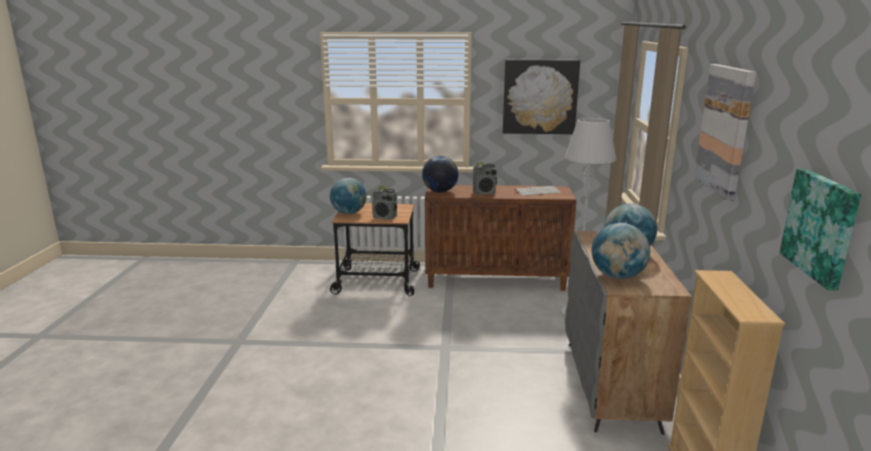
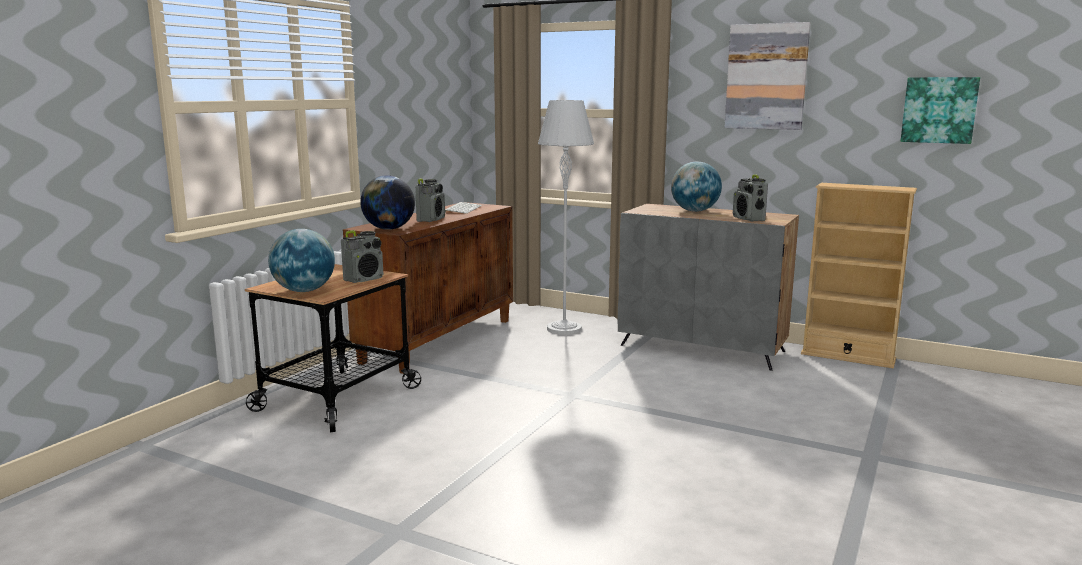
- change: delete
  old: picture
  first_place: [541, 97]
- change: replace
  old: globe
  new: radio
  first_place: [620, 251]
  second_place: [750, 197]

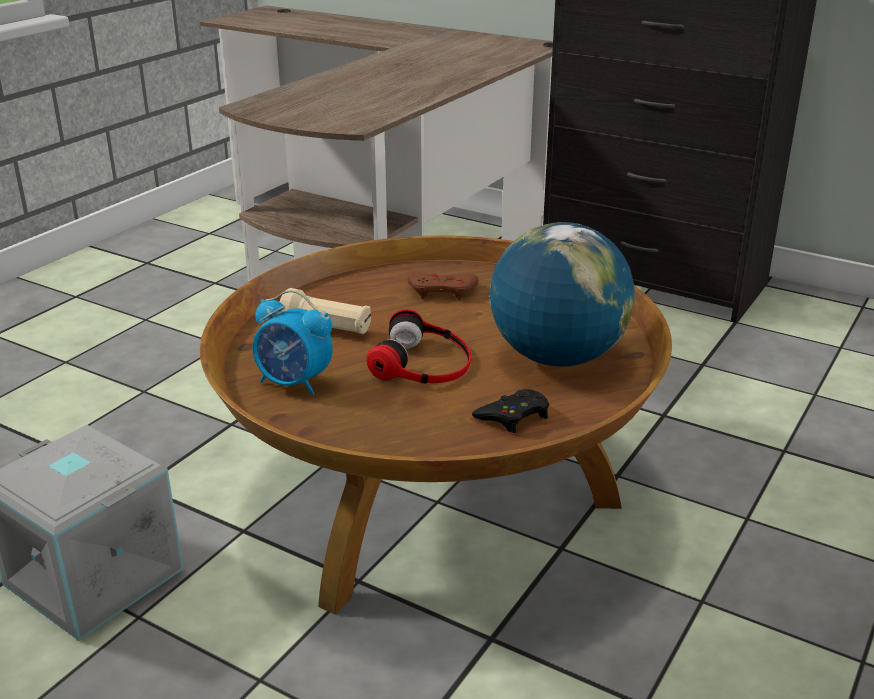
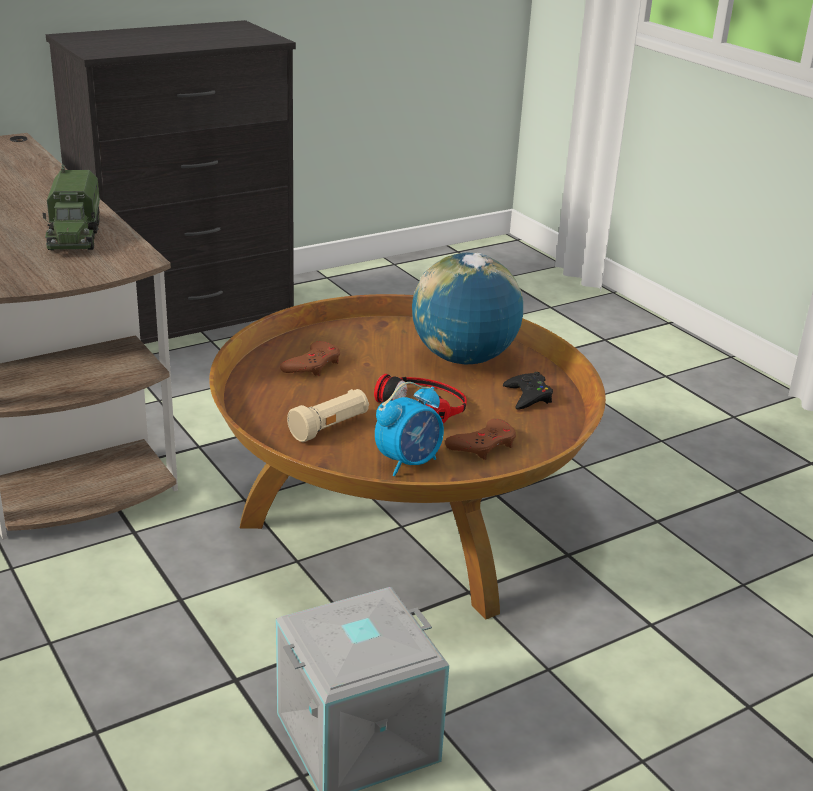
- change: insert
  new: toy truck
  second_place: [71, 207]
- change: insert
  new: brown game controller
  second_place: [480, 439]

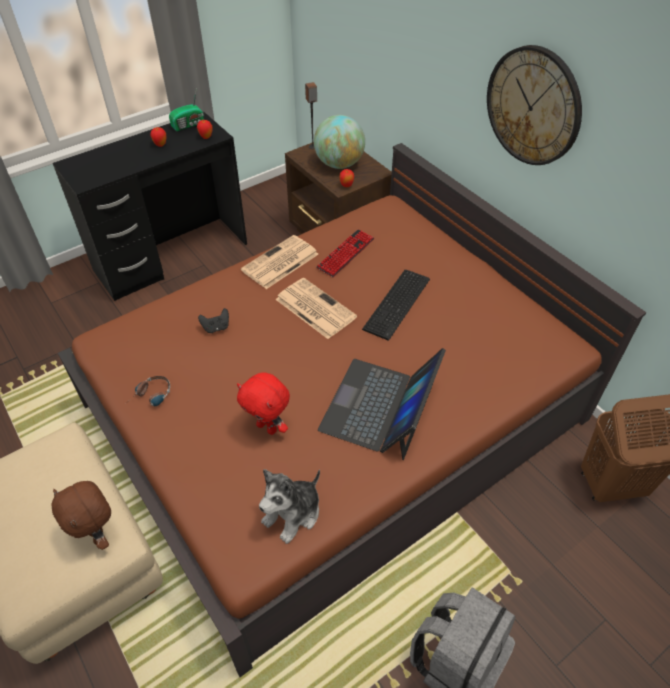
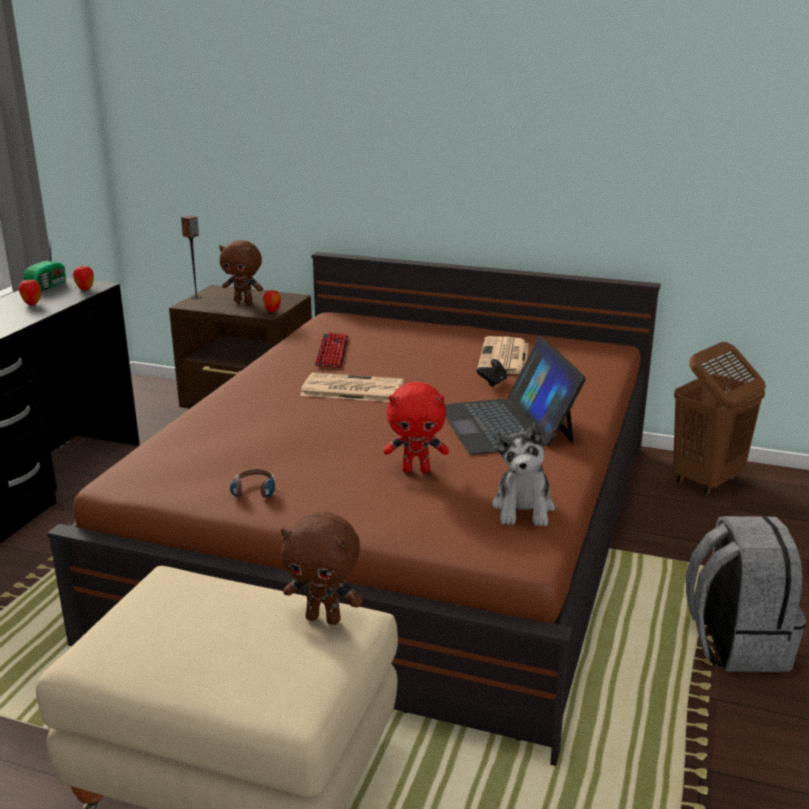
- change: move
  old: black game controller
  first_place: [213, 320]
  second_place: [492, 373]
- change: move
  old: newspaper
  first_place: [279, 262]
  second_place: [503, 355]
- change: replace
  old: globe
  new: brown plush toy
  first_place: [339, 142]
  second_place: [241, 271]
- change: delete
  old: keyboard
  first_place: [396, 305]
- change: delete
  old: wall clock
  first_place: [534, 105]

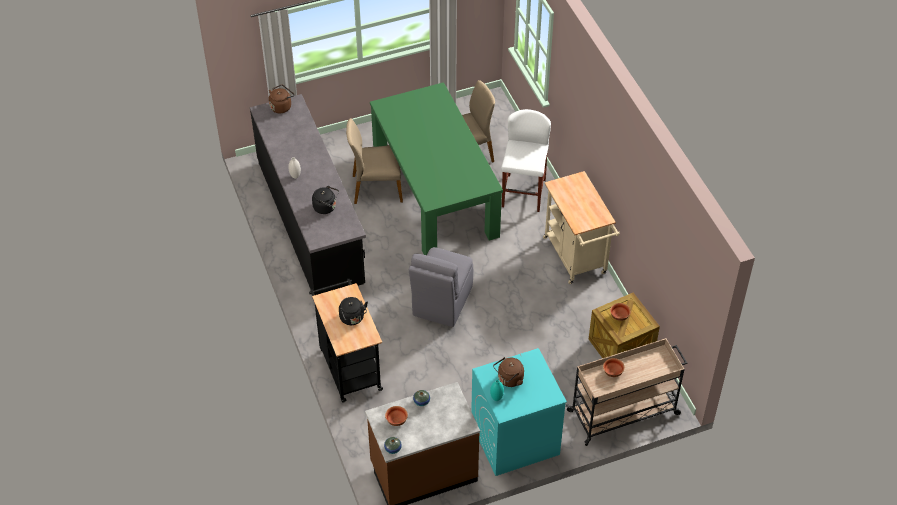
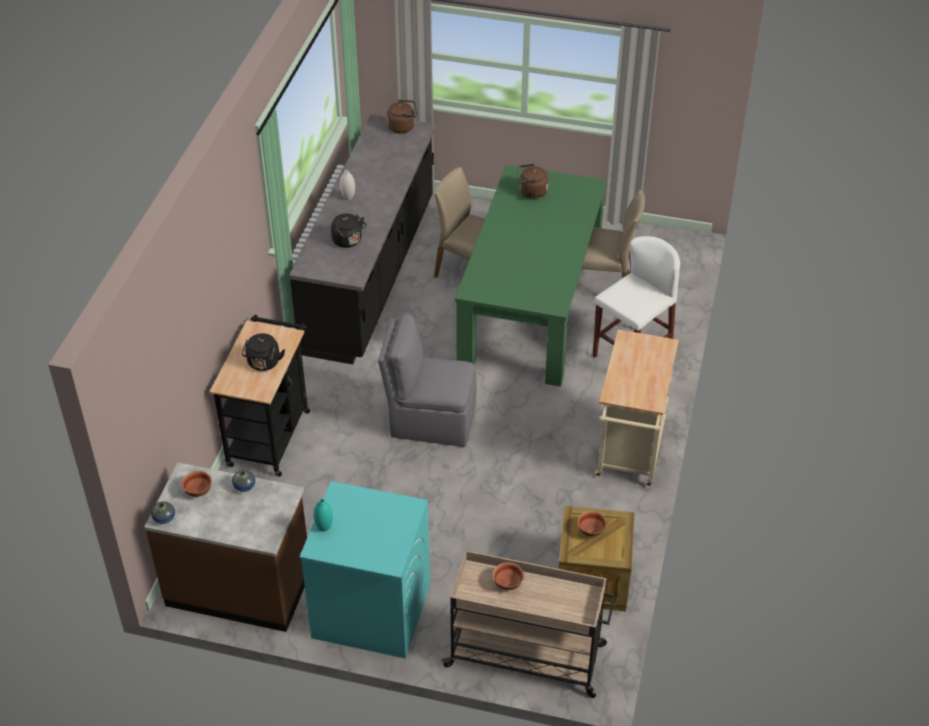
- change: rotate
  old: grey chair
  first_place: [441, 287]
  second_place: [427, 380]
  degrees: 45
- change: move
  old: brown kettle
  first_place: [508, 372]
  second_place: [533, 181]

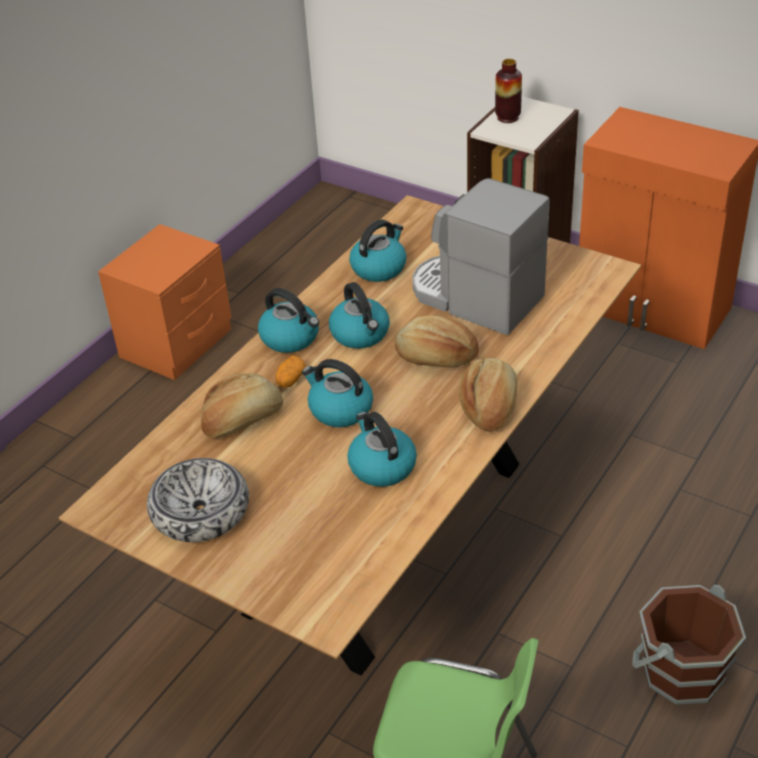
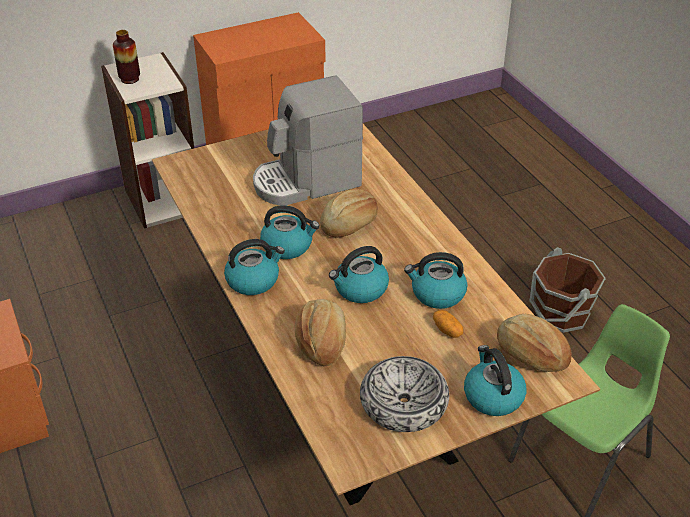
- change: move
  old: potato
  first_place: [291, 371]
  second_place: [448, 324]
- change: move
  old: kettle
  first_place: [378, 251]
  second_place: [495, 380]
- change: move
  old: bread
  first_place: [488, 395]
  second_place: [534, 343]

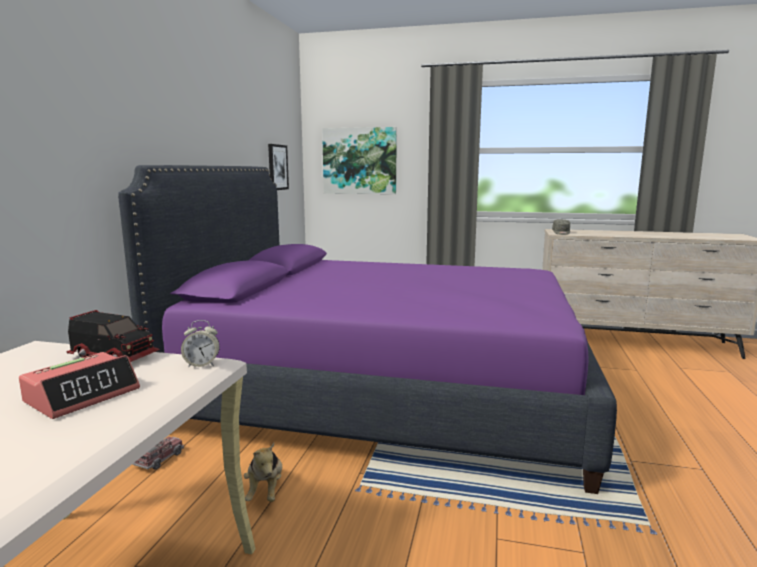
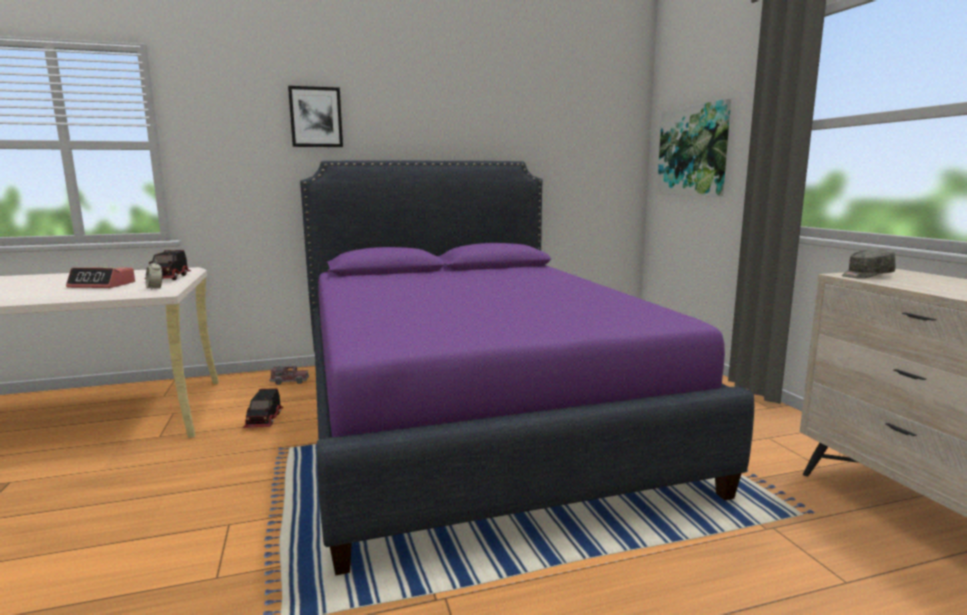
- change: replace
  old: plush toy
  new: toy truck
  first_place: [263, 472]
  second_place: [262, 408]
- change: move
  old: picture
  first_place: [278, 167]
  second_place: [315, 116]

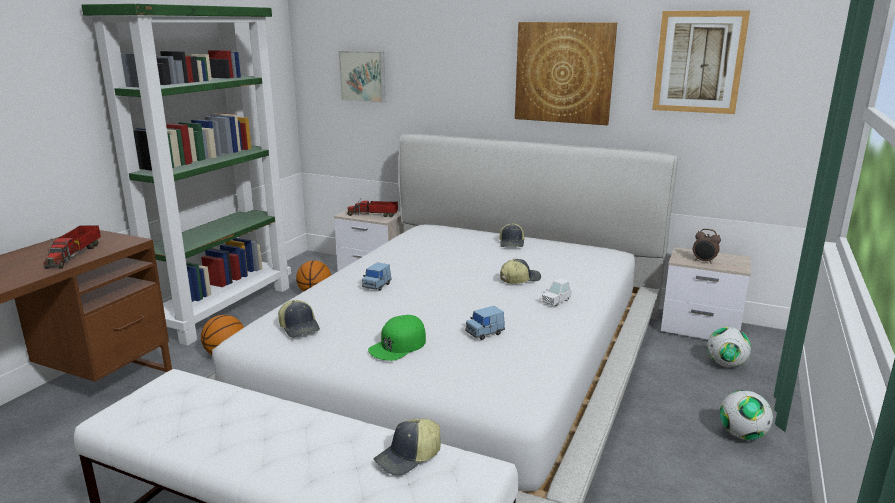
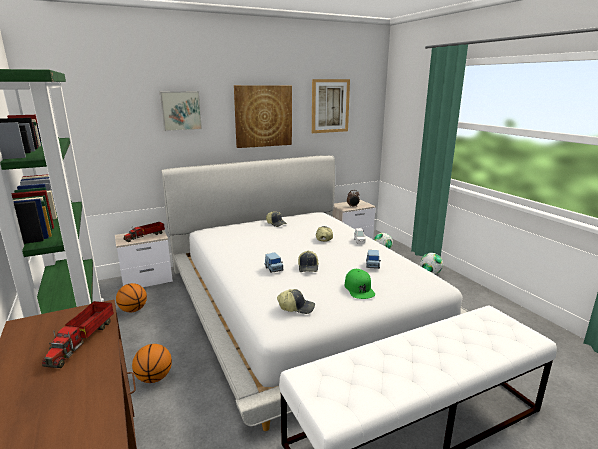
- change: rotate
  old: toy truck
  first_place: [72, 247]
  second_place: [78, 334]
  degrees: 60
- change: move
  old: picture
  first_place: [362, 77]
  second_place: [181, 111]
- change: move
  old: cap
  first_place: [407, 447]
  second_place: [308, 261]

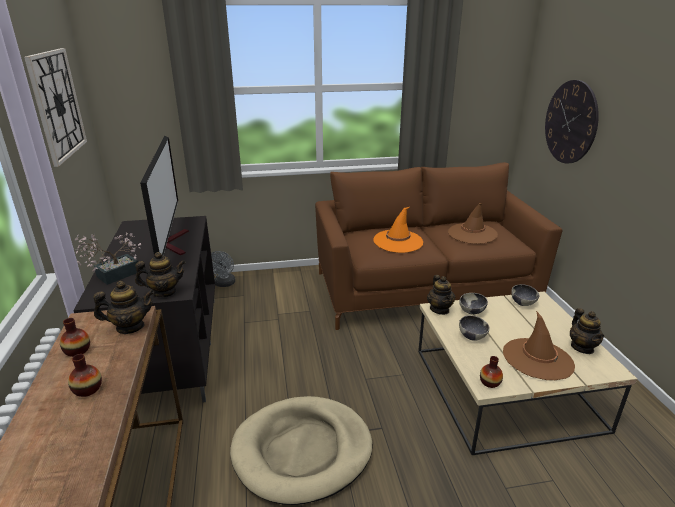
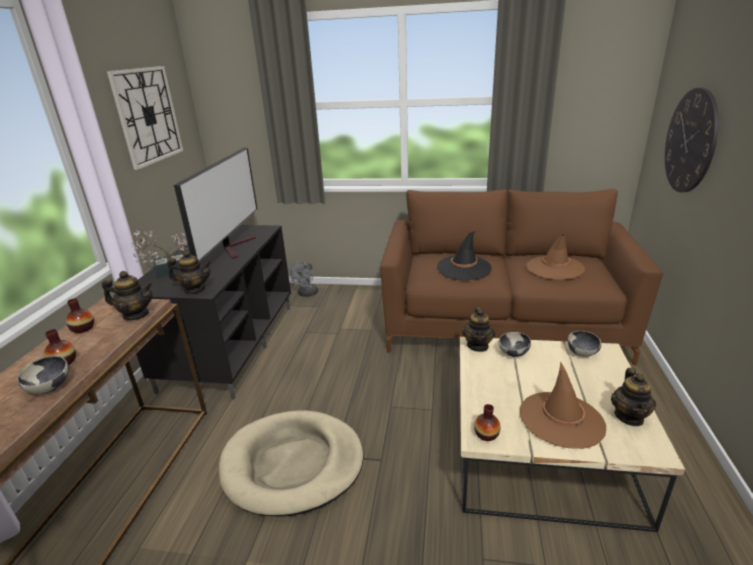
- change: recolor
  old: orange hat
  new: black hat
  first_place: [398, 230]
  second_place: [464, 255]
- change: move
  old: bowl
  first_place: [474, 328]
  second_place: [43, 375]

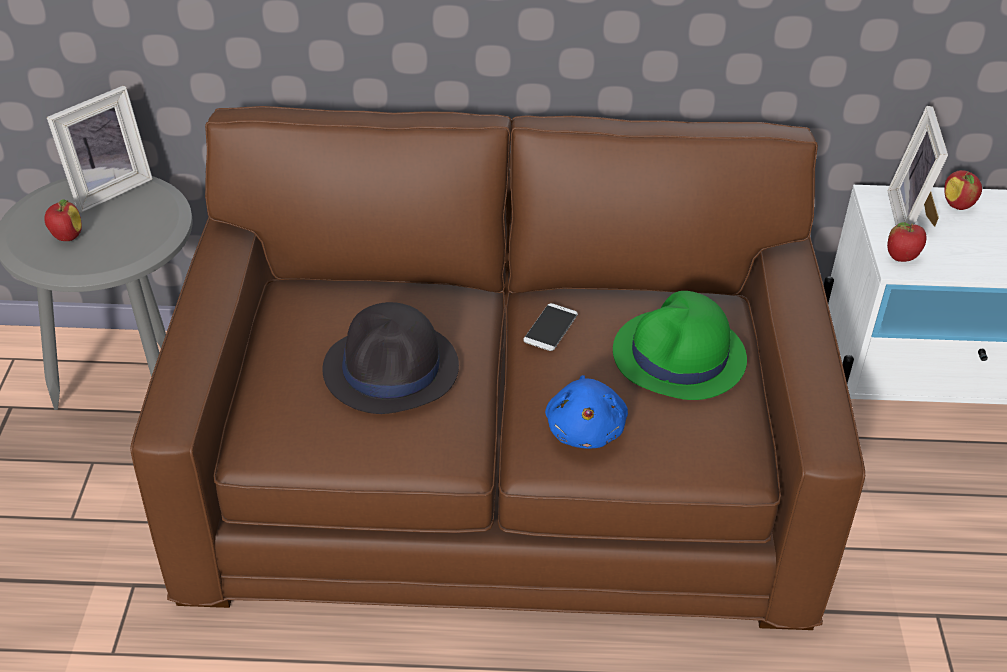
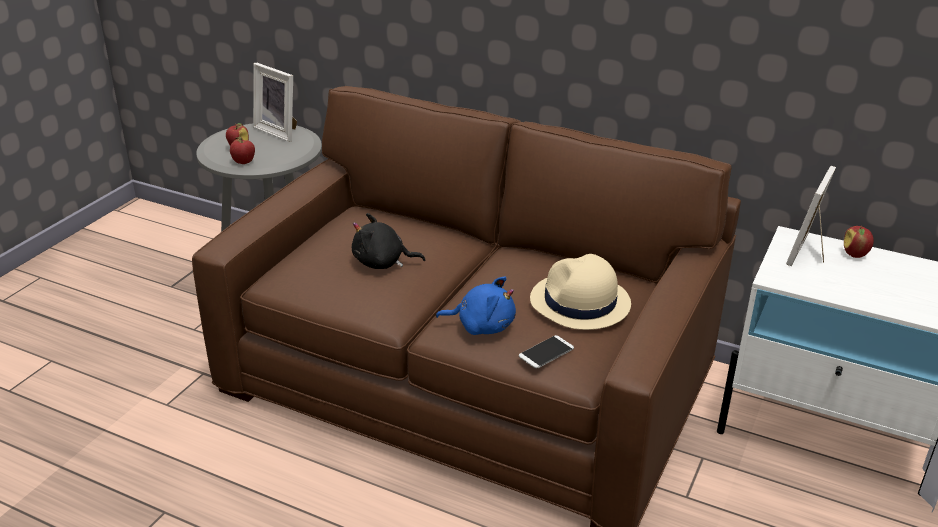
- change: rotate
  old: picture frame
  first_place: [100, 149]
  second_place: [275, 102]
  degrees: 60
- change: replace
  old: black hat
  new: black plush toy
  first_place: [390, 358]
  second_place: [388, 241]
- change: move
  old: phone
  first_place: [550, 327]
  second_place: [546, 351]
- change: rotate
  old: blue plush toy
  first_place: [586, 412]
  second_place: [476, 305]
  degrees: -105
- change: recolor
  old: green hat
  new: beige hat
  first_place: [680, 345]
  second_place: [580, 292]
- change: move
  old: apple
  first_place: [906, 242]
  second_place: [242, 150]

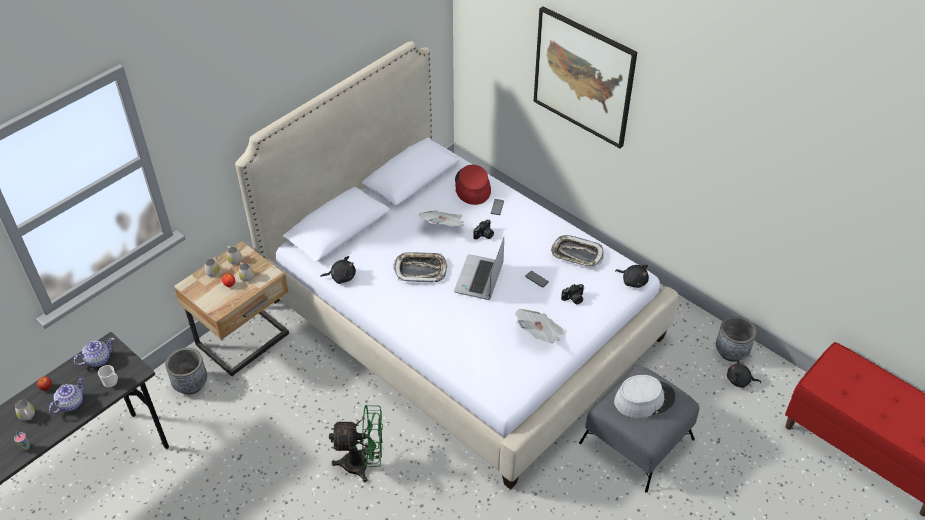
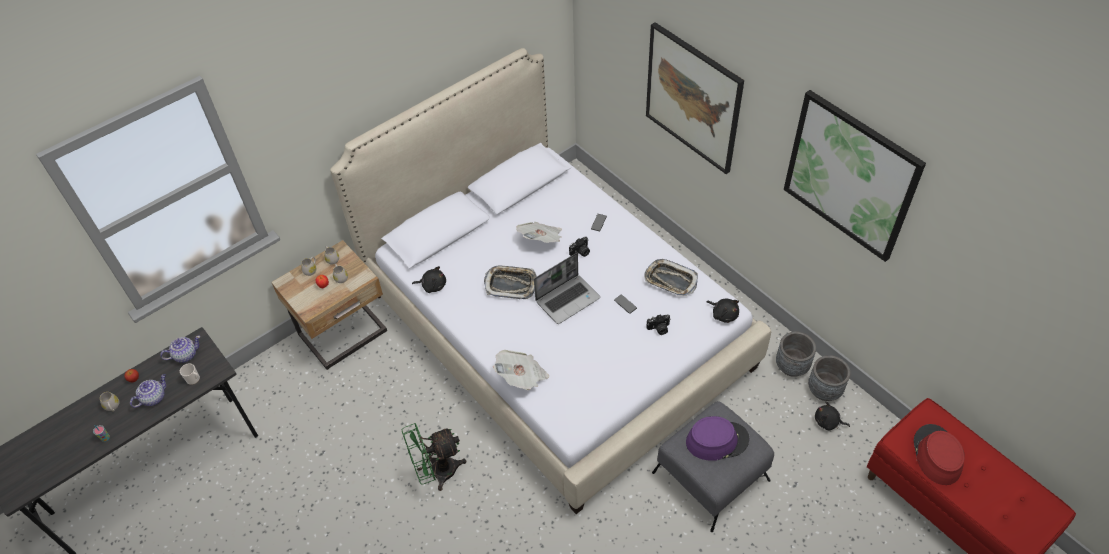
- change: move
  old: grey planter
  first_place: [186, 371]
  second_place: [796, 354]
- change: rotate
  old: green fan
  first_place: [356, 443]
  second_place: [434, 457]
  degrees: 150
- change: rotate
  old: laptop
  first_place: [479, 269]
  second_place: [567, 288]
  degrees: -150
- change: move
  old: red hat
  first_place: [473, 185]
  second_place: [939, 454]
- change: move
  old: newspaper
  first_place: [541, 326]
  second_place: [521, 370]
- change: recolor
  old: grey hat
  new: purple hat
  first_place: [644, 396]
  second_place: [718, 438]
- change: insert
  new: picture
  second_place: [855, 176]

